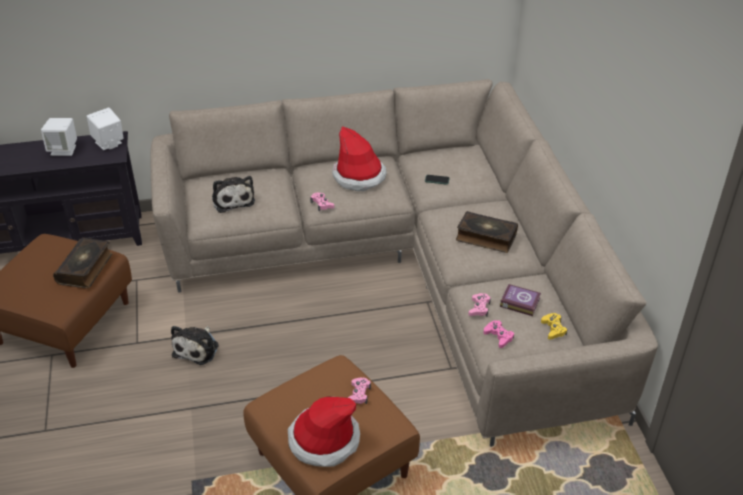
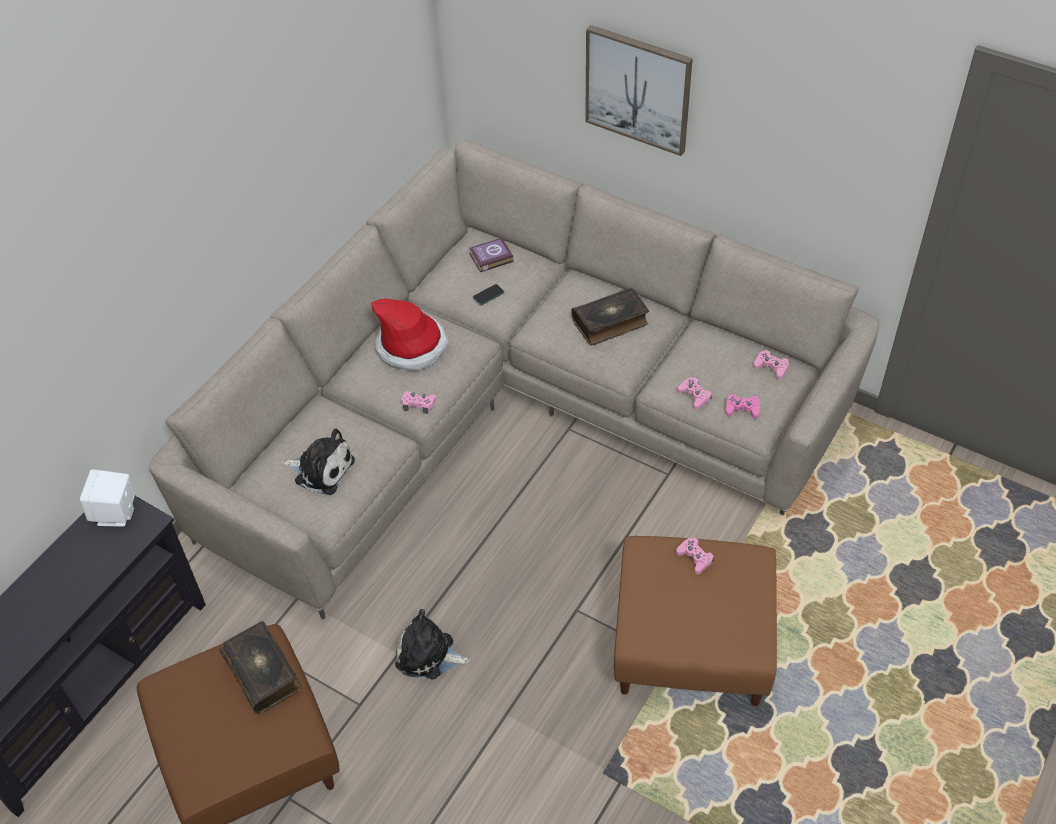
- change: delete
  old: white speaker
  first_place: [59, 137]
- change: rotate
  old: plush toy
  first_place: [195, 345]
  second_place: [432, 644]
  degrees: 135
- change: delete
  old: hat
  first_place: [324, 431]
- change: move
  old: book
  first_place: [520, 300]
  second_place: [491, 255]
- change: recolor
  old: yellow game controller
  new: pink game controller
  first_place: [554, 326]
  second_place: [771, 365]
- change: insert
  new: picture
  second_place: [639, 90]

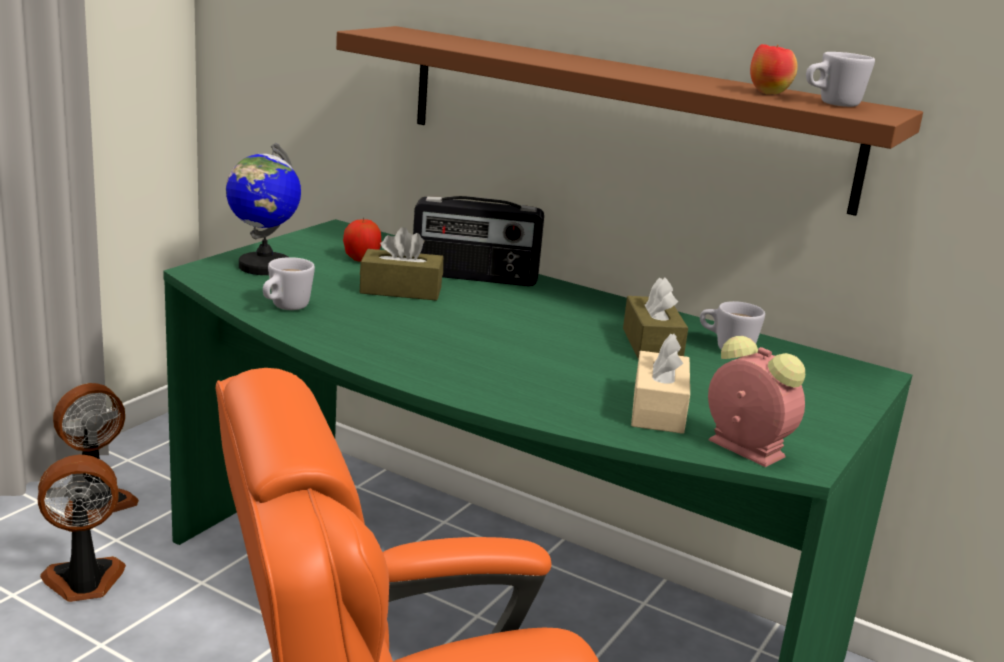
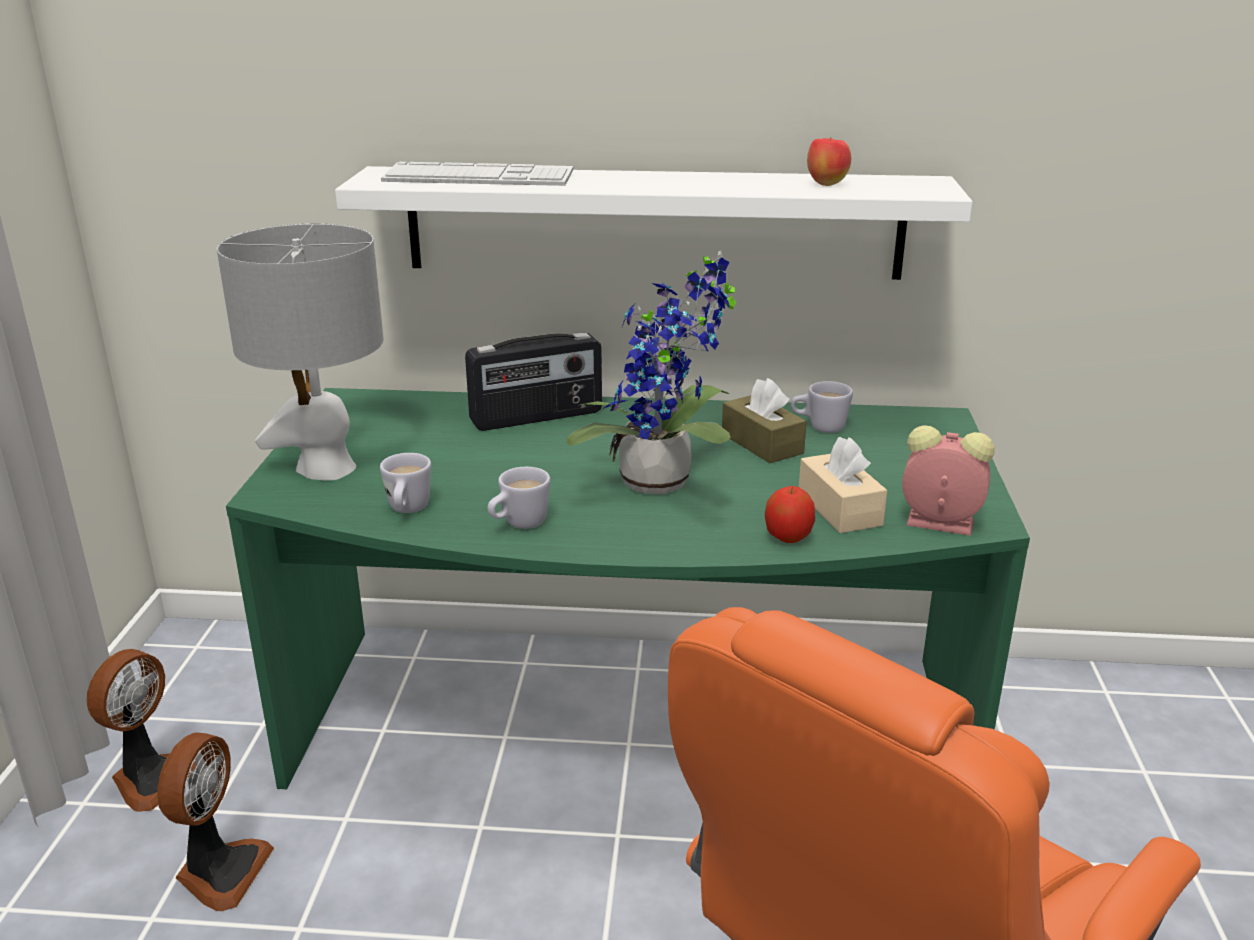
- change: rotate
  old: fan
  first_place: [82, 528]
  second_place: [215, 822]
  degrees: 150
- change: replace
  old: globe
  new: grey table lamp
  first_place: [263, 209]
  second_place: [300, 352]
- change: recolor
  old: brown shelf
  new: white shelf
  first_place: [629, 121]
  second_place: [654, 223]
- change: move
  old: apple
  first_place: [362, 240]
  second_place: [790, 514]
- change: delete
  old: brown tissue box
  first_place: [401, 264]
- change: move
  old: white mug
  first_place: [840, 79]
  second_place: [519, 498]
- change: insert
  new: keyboard
  second_place: [477, 174]
- change: insert
  new: potted plant
  second_place: [651, 372]

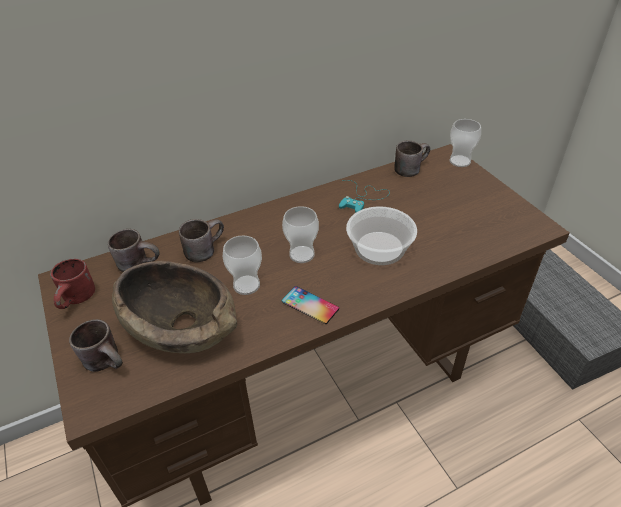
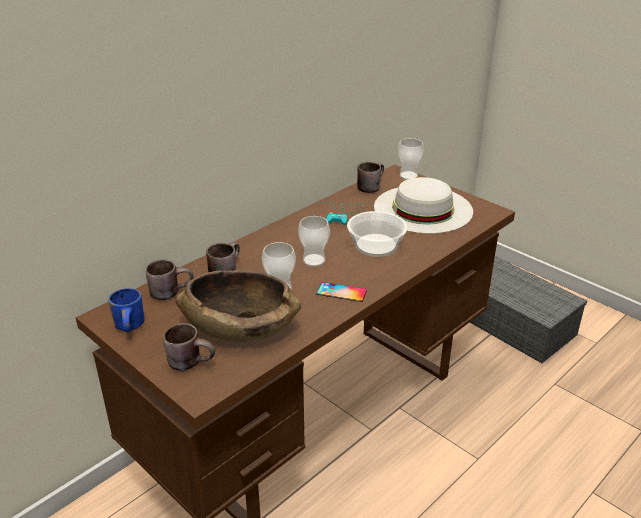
- change: recolor
  old: red mug
  new: blue mug
  first_place: [72, 284]
  second_place: [126, 310]
- change: insert
  new: white hat
  second_place: [423, 205]

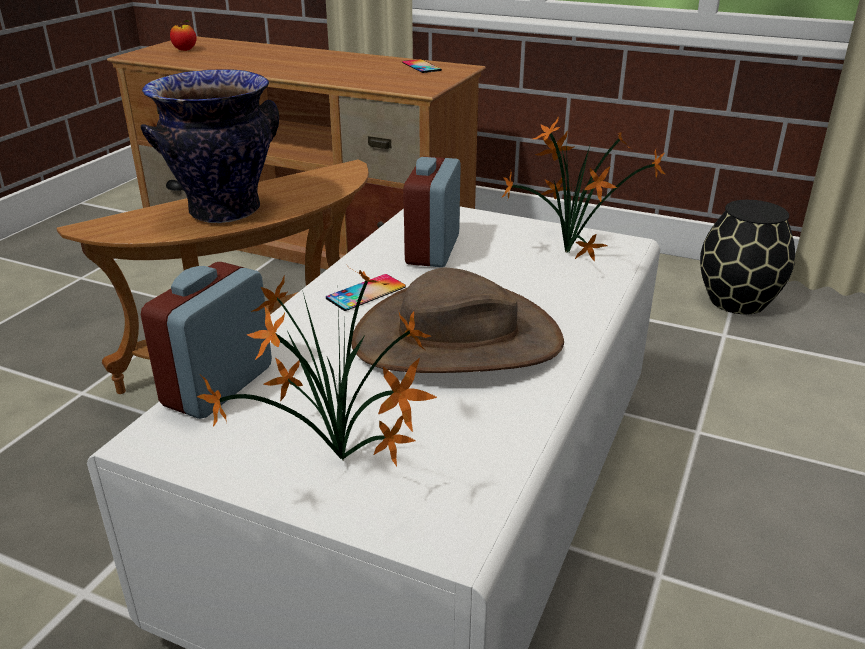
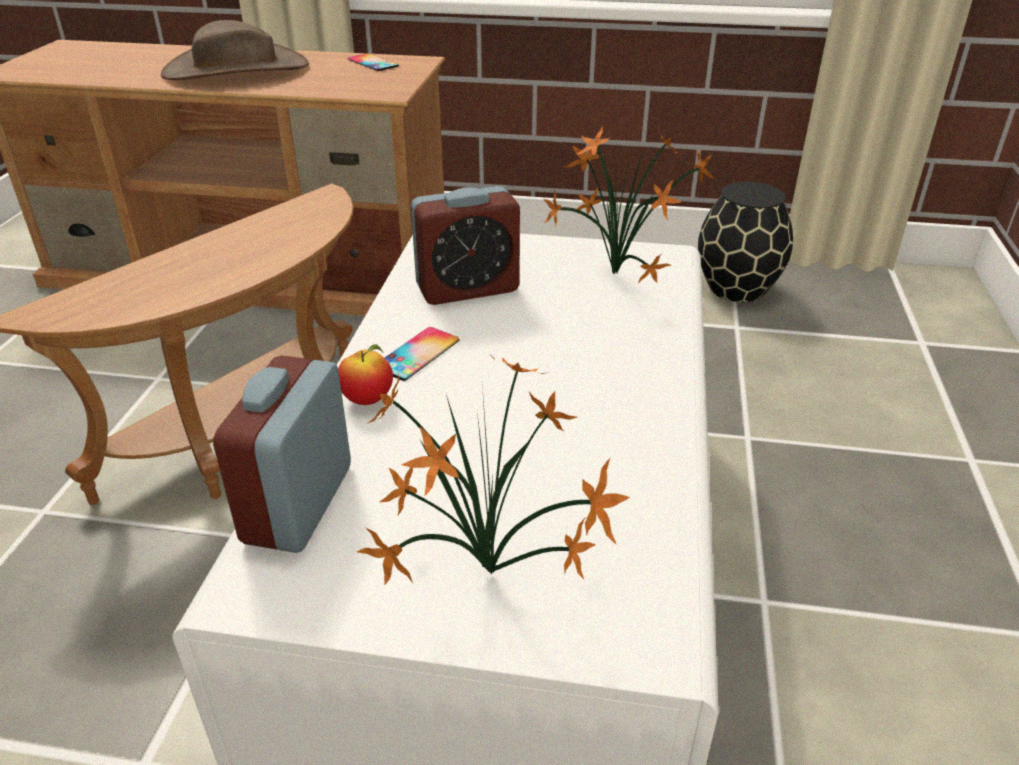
- change: delete
  old: vase
  first_place: [210, 146]
- change: move
  old: apple
  first_place: [183, 35]
  second_place: [365, 374]
- change: move
  old: brown hat
  first_place: [457, 320]
  second_place: [235, 50]
- change: rotate
  old: alarm clock
  first_place: [432, 212]
  second_place: [465, 245]
  degrees: -105

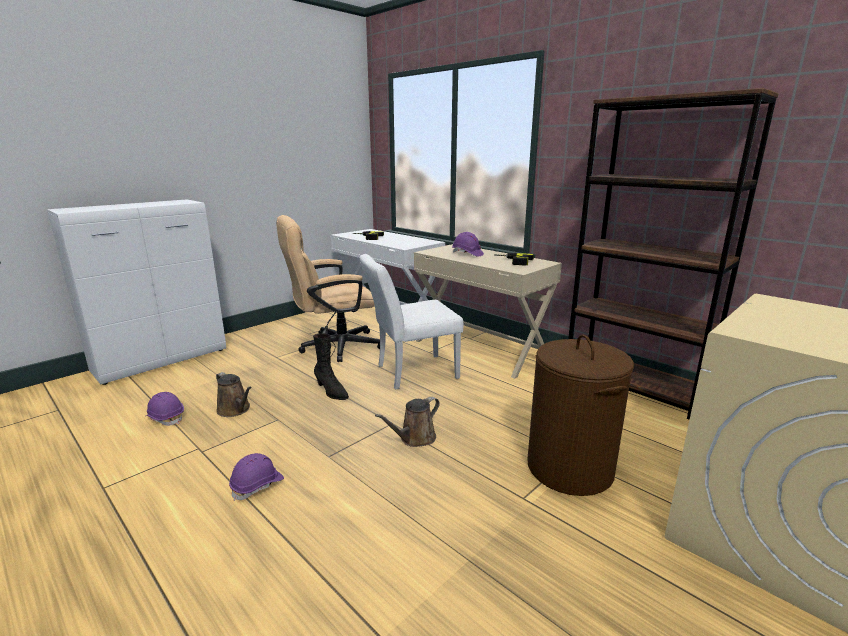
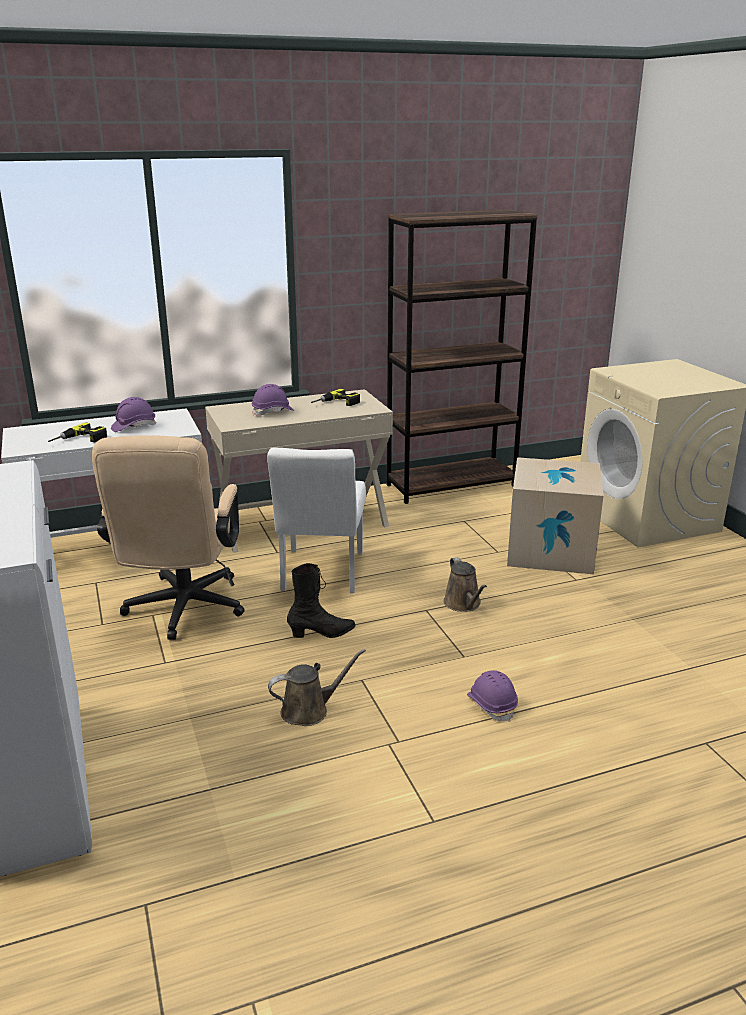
- change: move
  old: purple hard hat
  first_place: [165, 409]
  second_place: [133, 414]
- change: replace
  old: brown laundry basket
  new: cardboard box
  first_place: [580, 415]
  second_place: [555, 516]

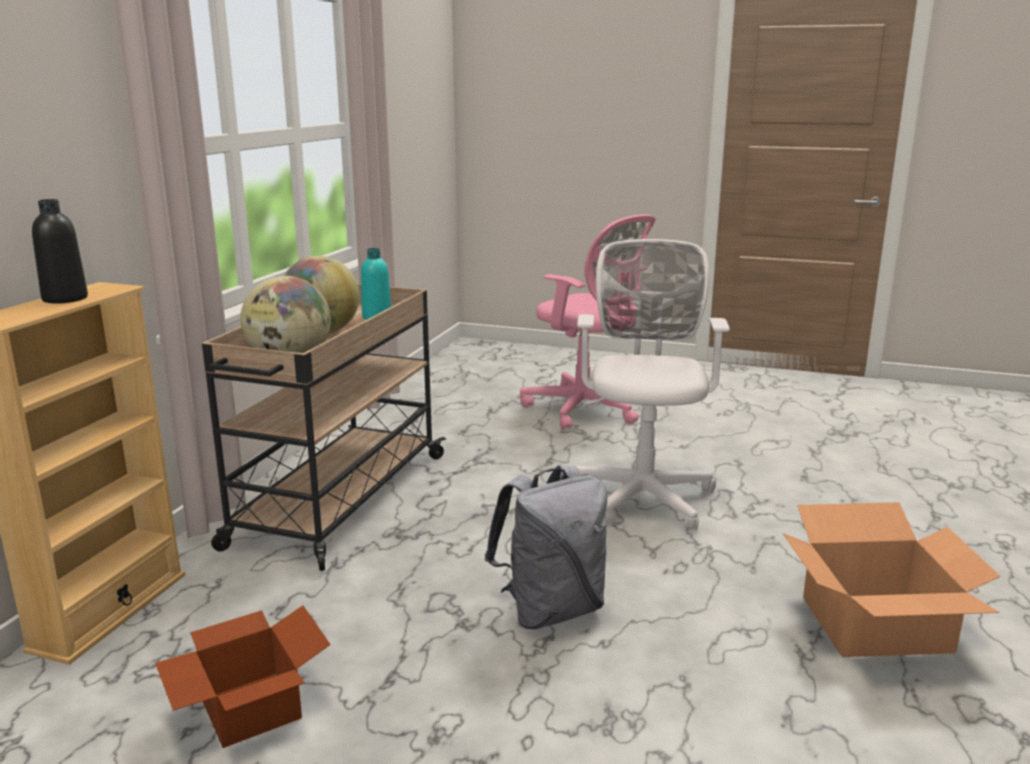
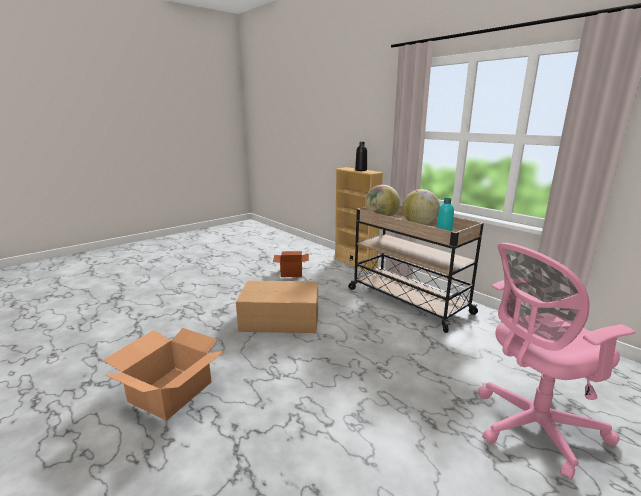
- change: replace
  old: grey backpack
  new: cardboard box
  first_place: [545, 547]
  second_place: [277, 306]
- change: delete
  old: white office chair
  first_place: [652, 384]

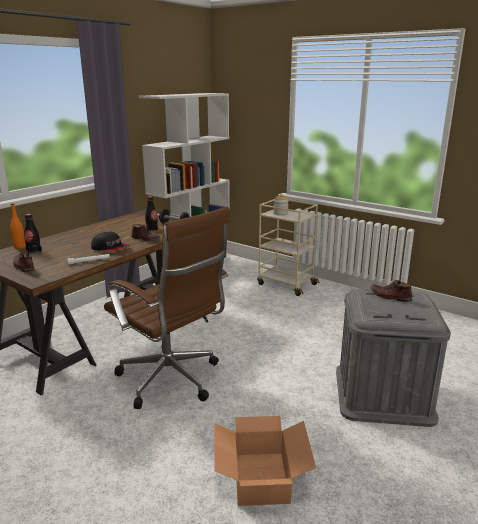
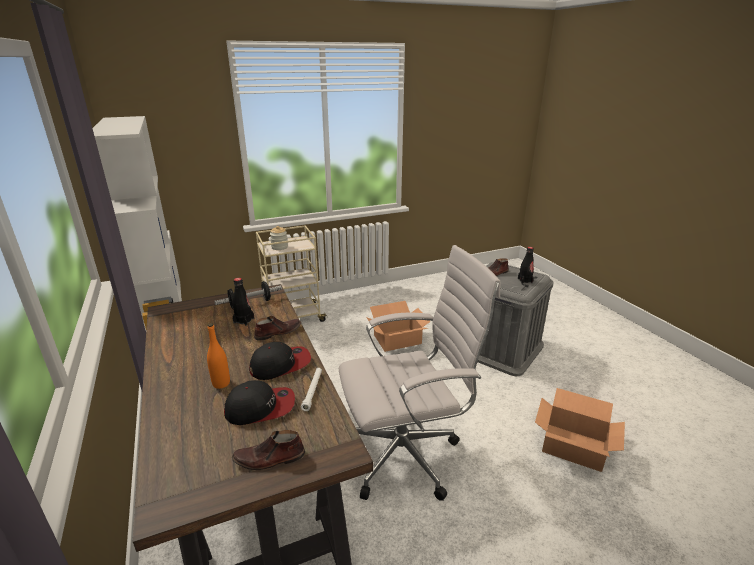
- change: move
  old: orange bottle
  first_place: [18, 226]
  second_place: [218, 356]
- change: move
  old: black bottle
  first_place: [33, 234]
  second_place: [526, 265]
- change: recolor
  old: brown office chair
  new: white office chair
  first_place: [167, 308]
  second_place: [420, 373]
- change: insert
  new: cap
  second_place: [259, 402]
- change: insert
  new: cardboard box
  second_place: [398, 326]

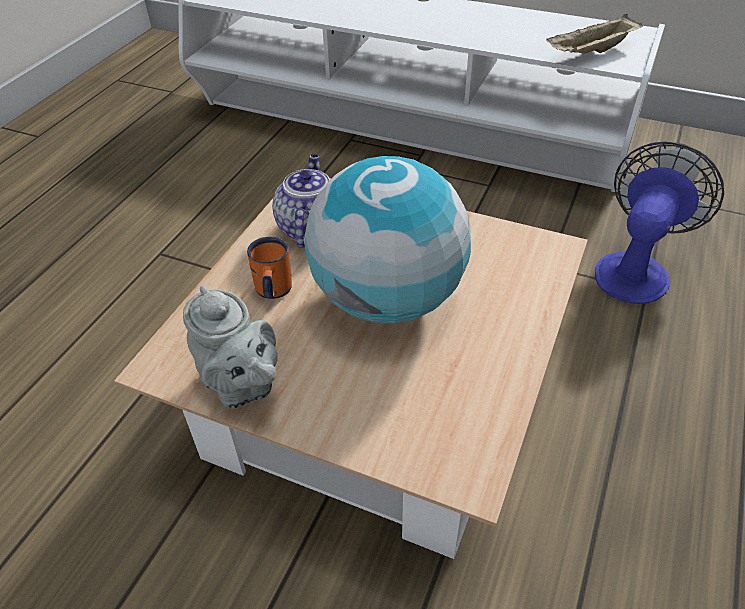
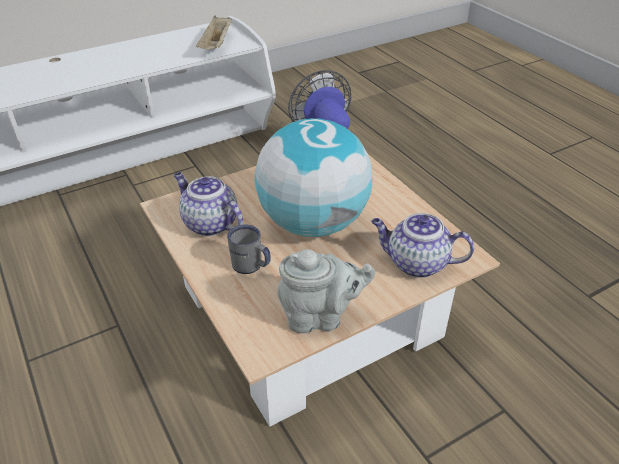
- change: recolor
  old: orange mug
  new: grey mug
  first_place: [269, 268]
  second_place: [249, 249]
- change: insert
  new: teapot
  second_place: [422, 245]

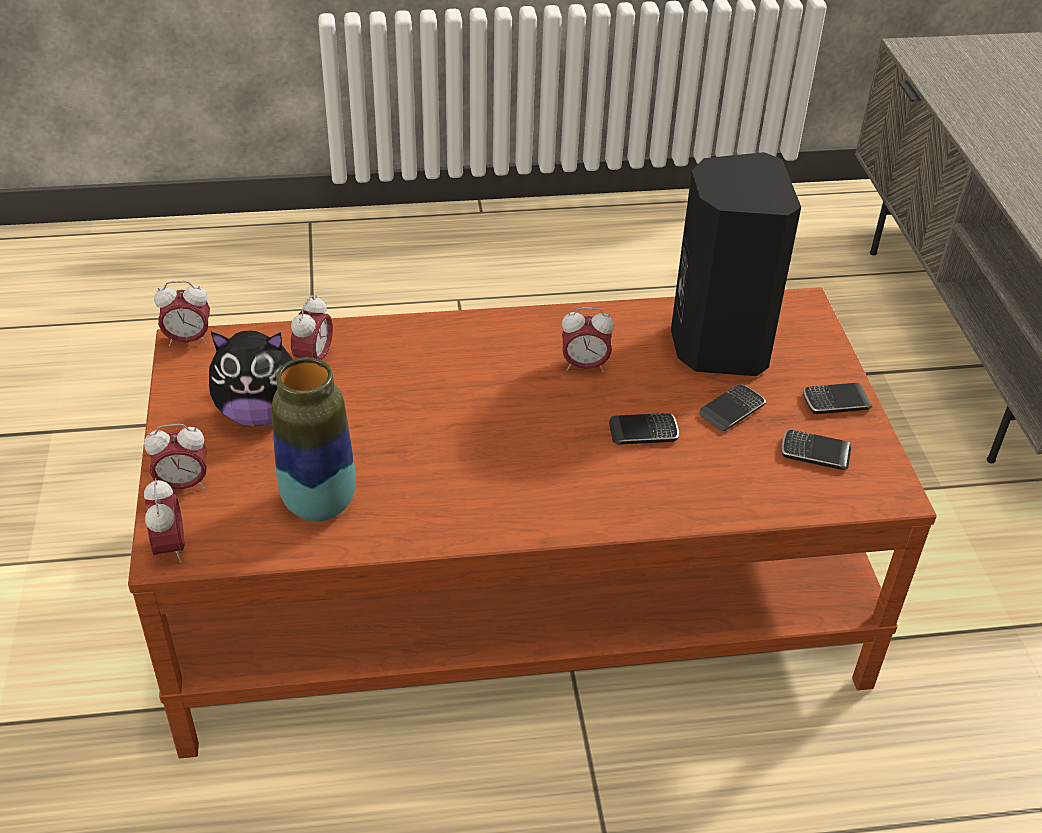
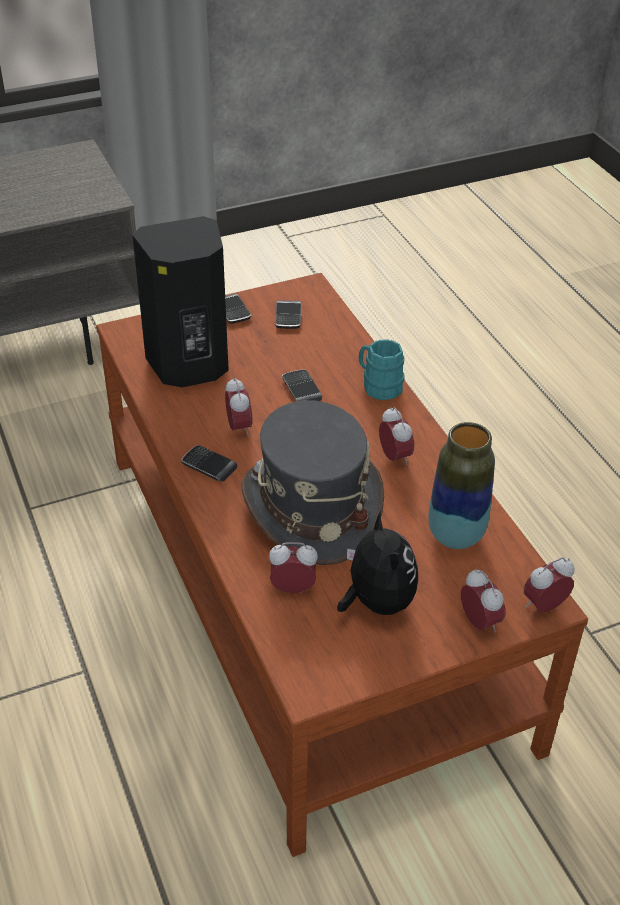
- change: move
  old: alarm clock
  first_place: [182, 313]
  second_place: [396, 436]
- change: move
  old: phone
  first_place: [733, 407]
  second_place: [209, 463]
- change: insert
  new: grey hat
  second_place: [312, 482]
- change: insert
  new: turquoise mug
  second_place: [381, 369]

